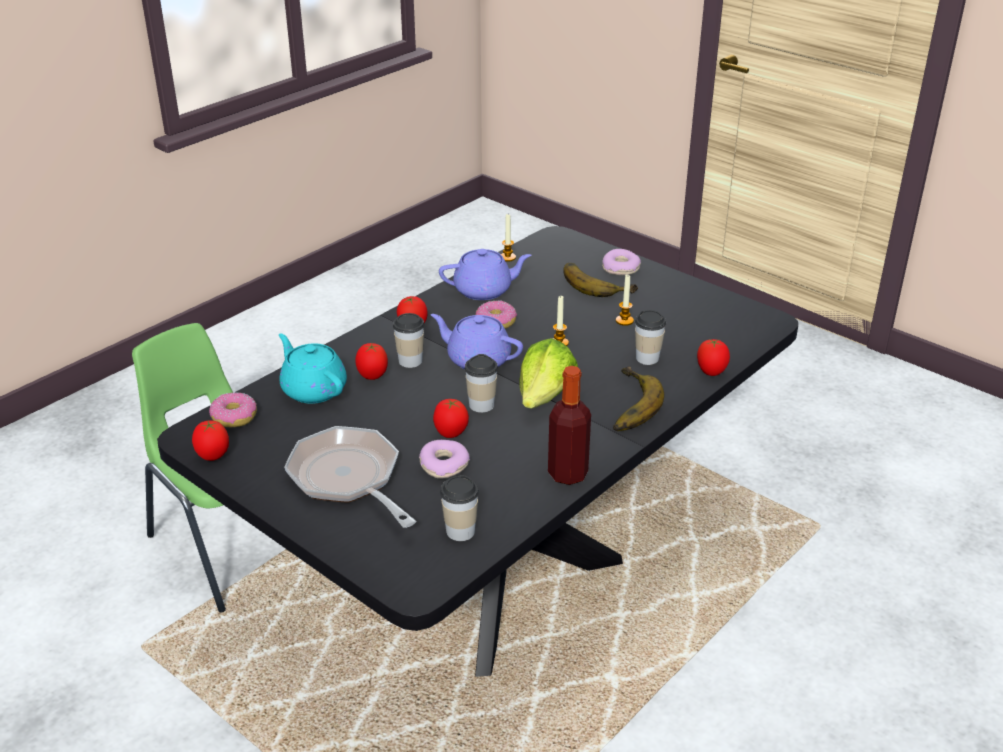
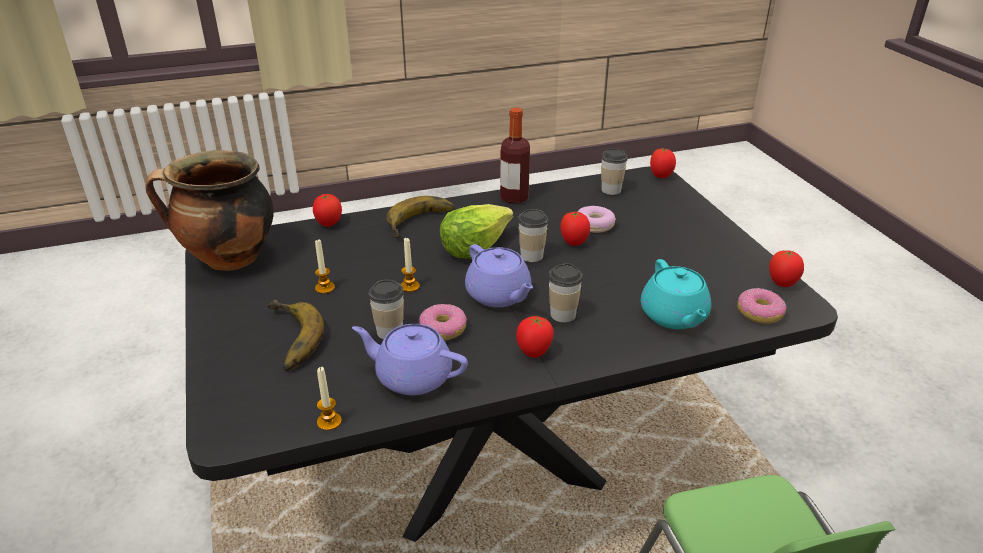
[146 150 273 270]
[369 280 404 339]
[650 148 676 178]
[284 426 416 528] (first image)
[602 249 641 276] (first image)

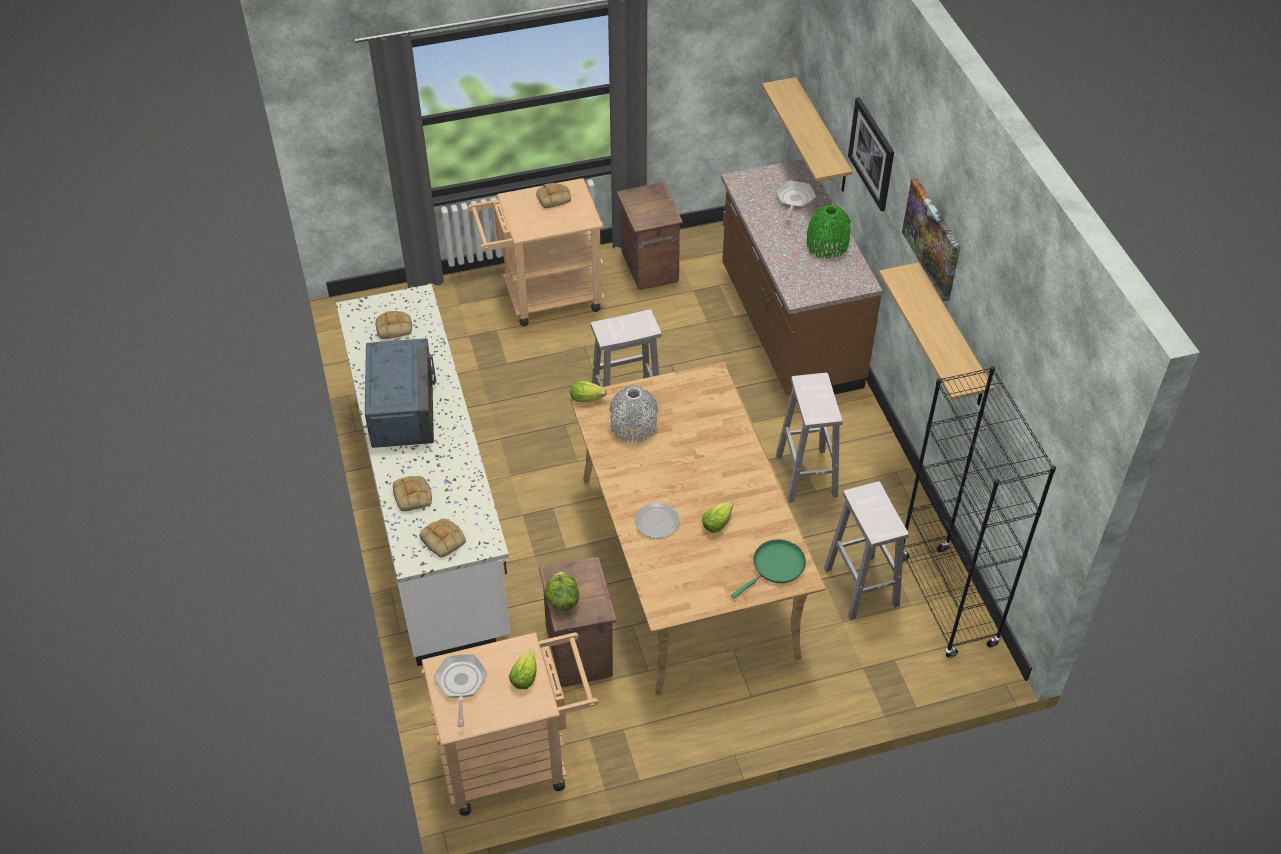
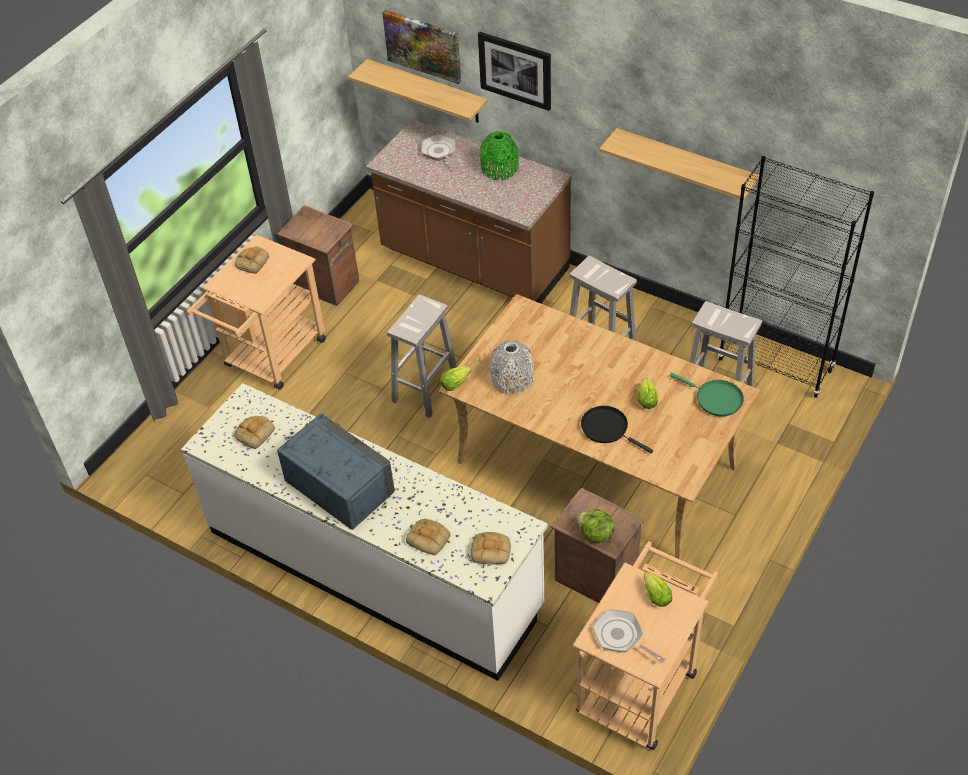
[382 10 461 84]
[581 406 653 453]
[670 373 744 416]

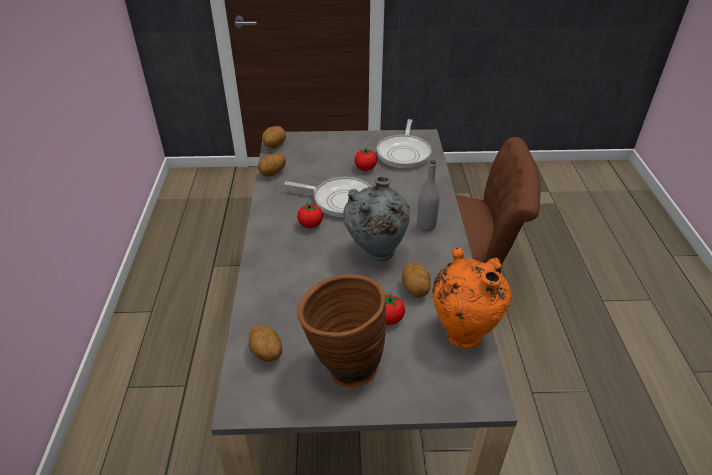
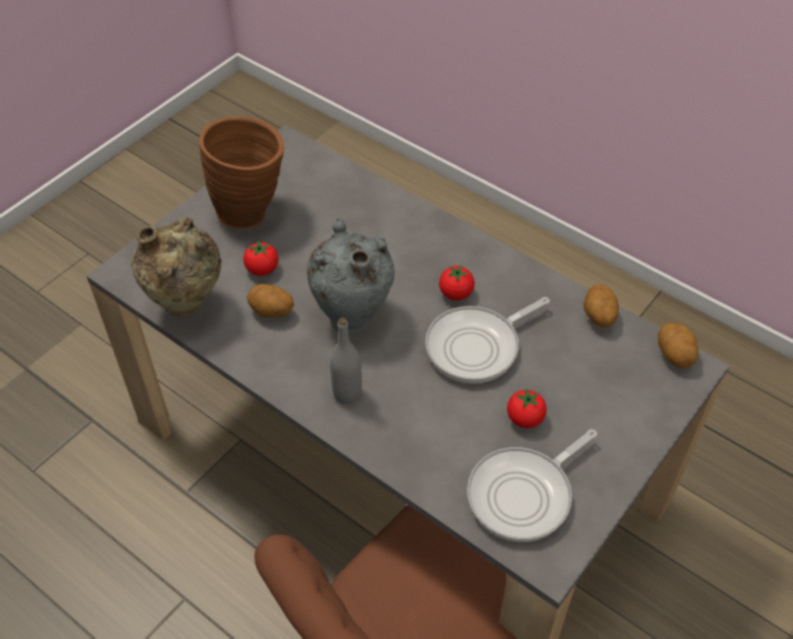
[131 217 221 317]
[467 429 597 542]
[249 325 282 362] (first image)

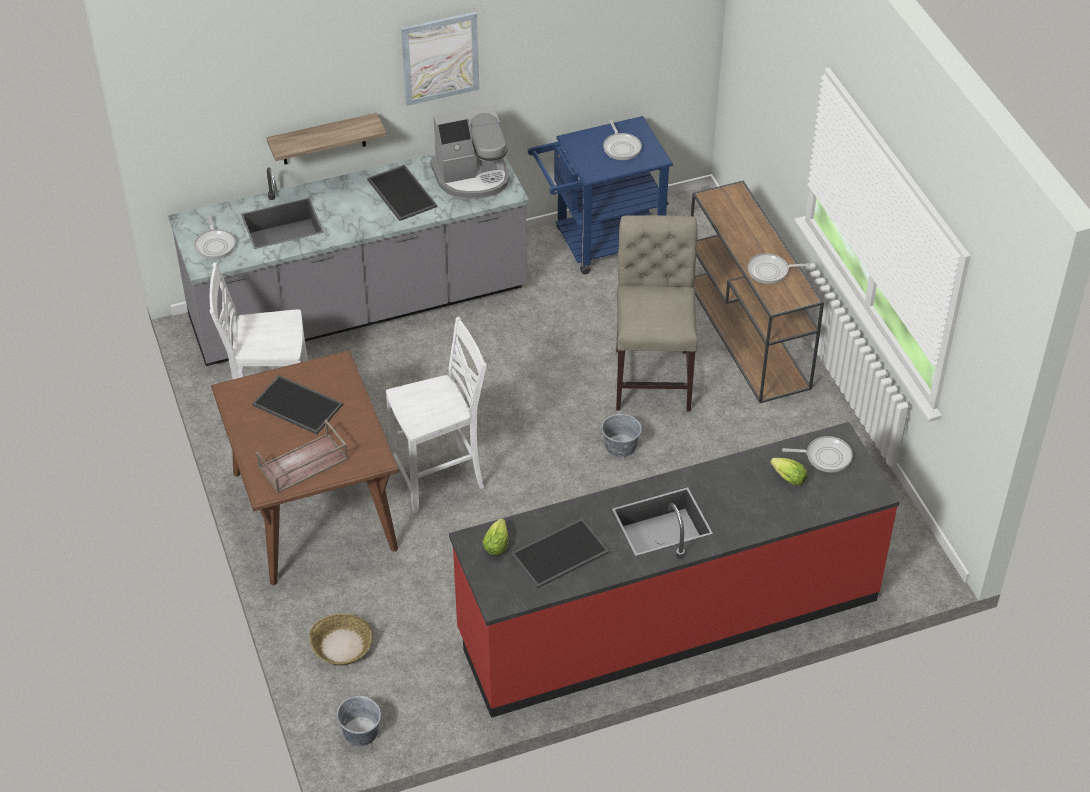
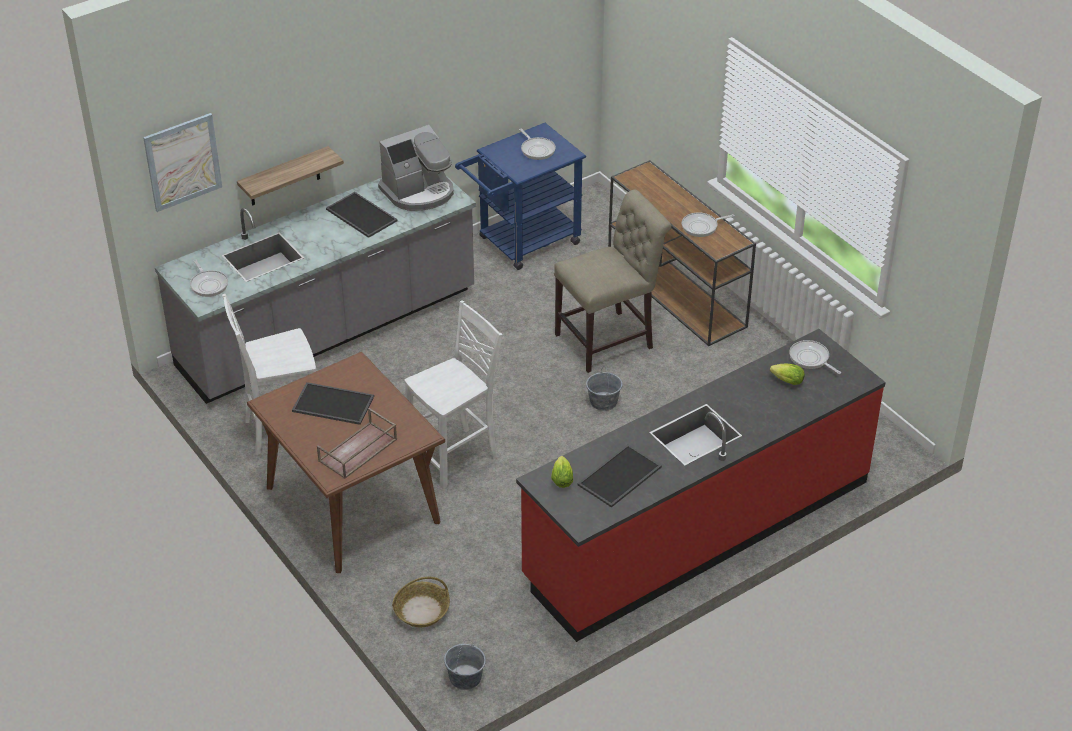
[143 113 222 212]
[554 189 671 373]
[789 340 841 374]

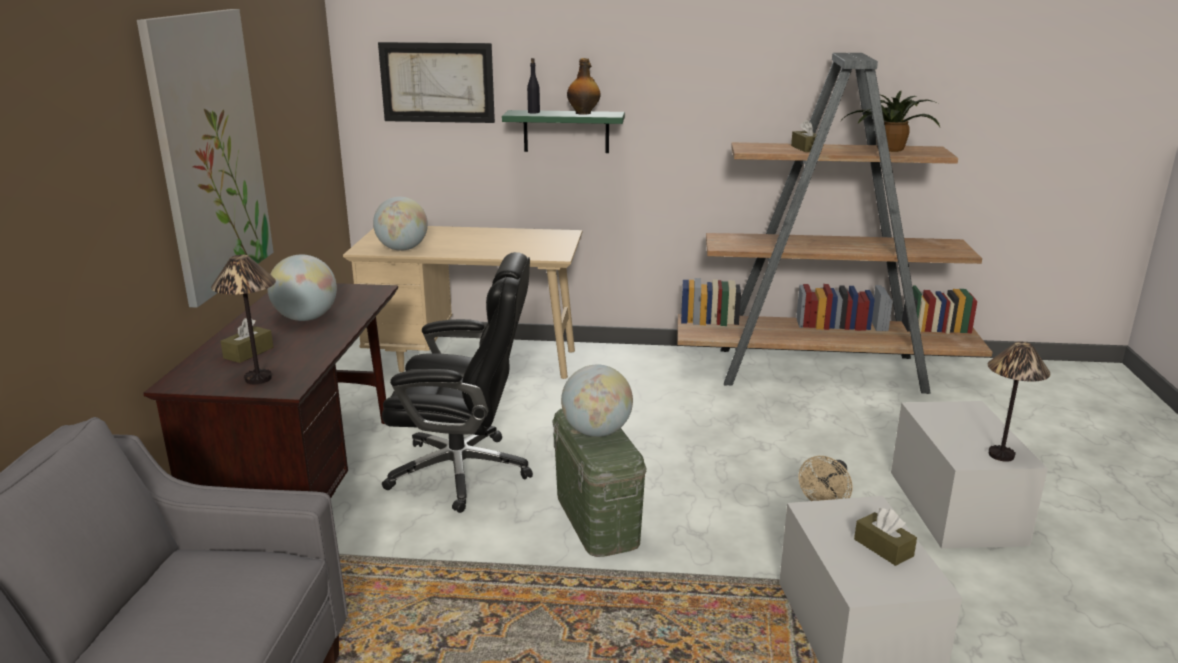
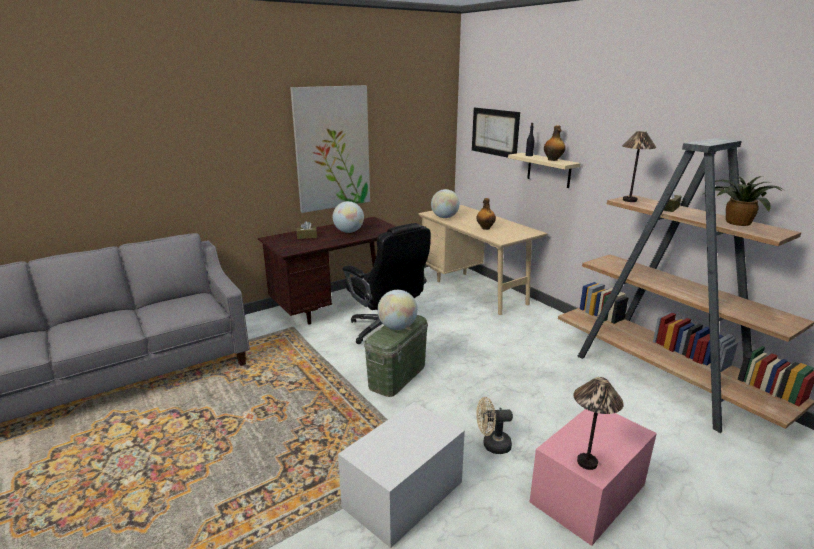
[476 198 496 230]
[508 153 581 188]
[530 409 657 546]
[622 131 657 202]
[854 508 917 566] (first image)

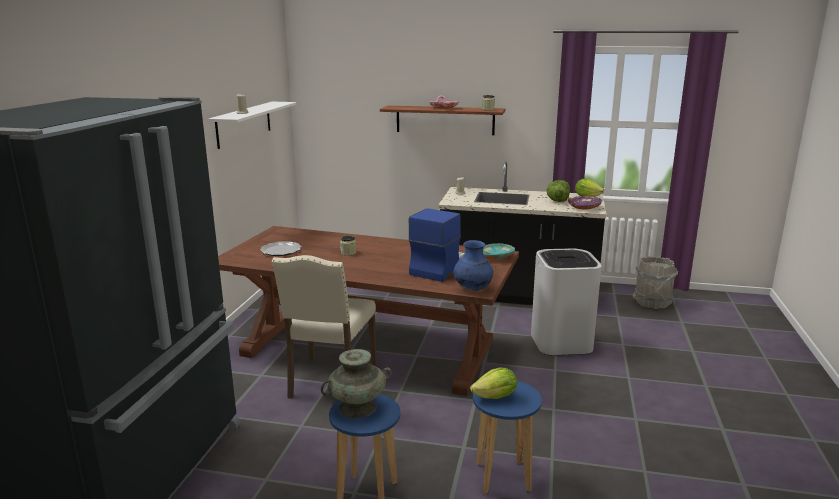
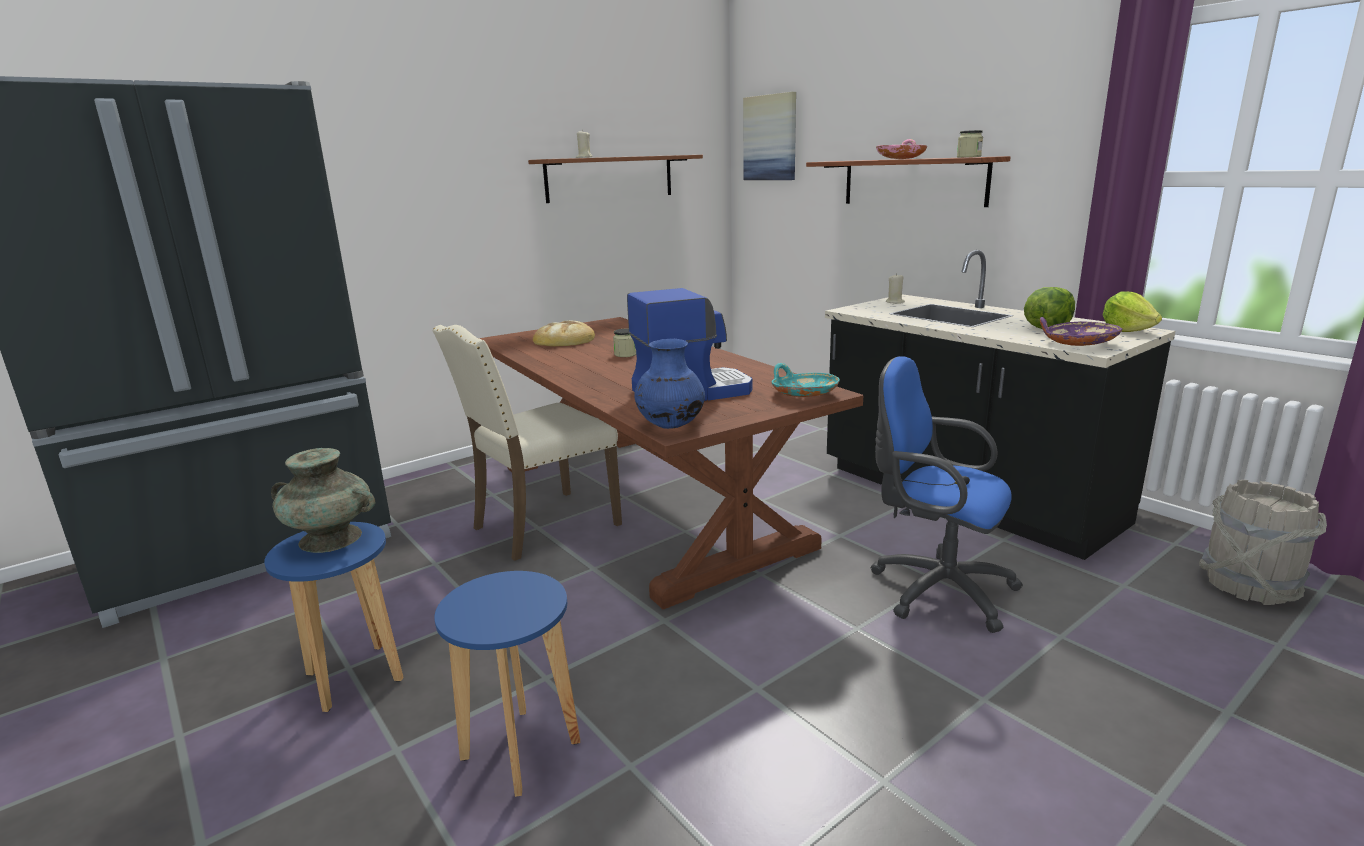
[528 155 703 203]
[533 320 595 347]
[743 92 796 180]
[870 356 1023 633]
[470 368 517 399] (first image)

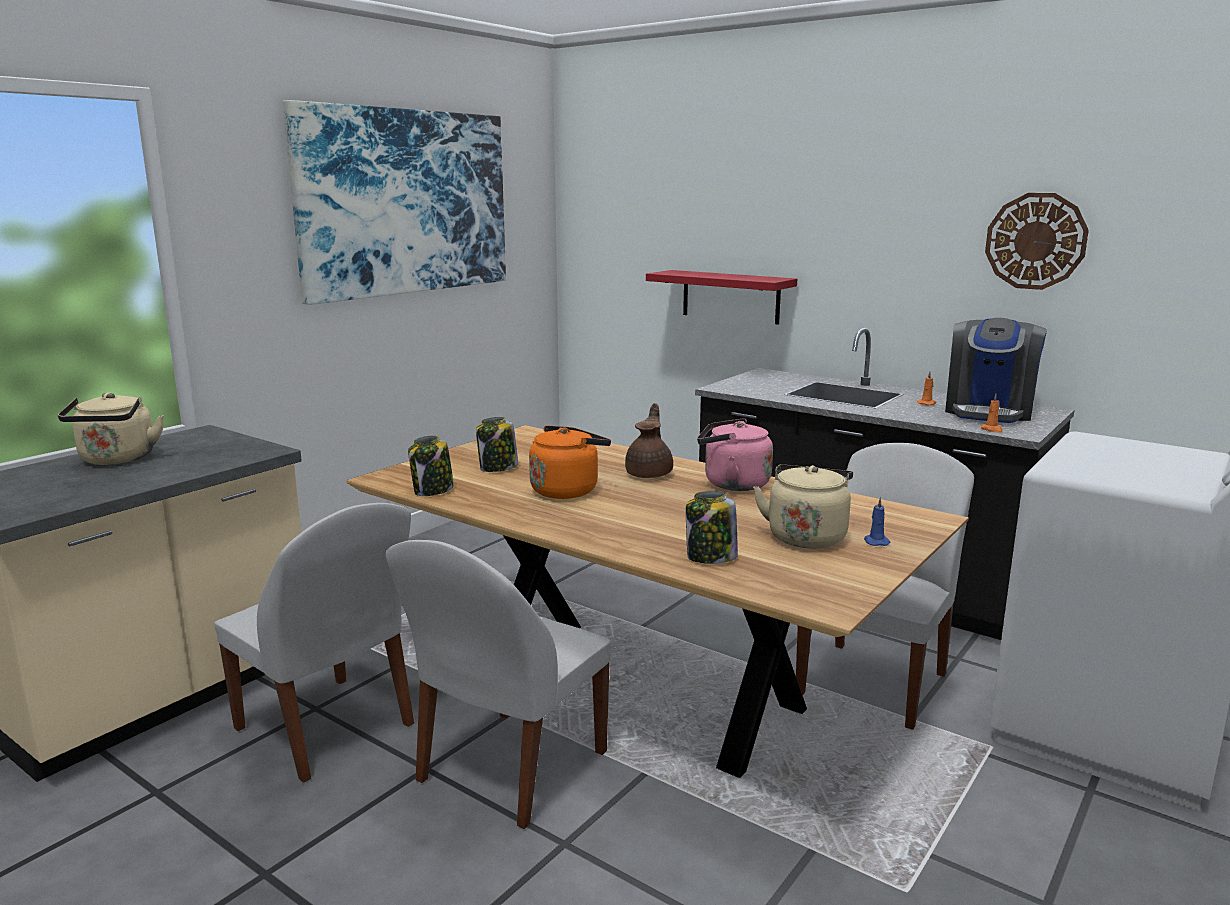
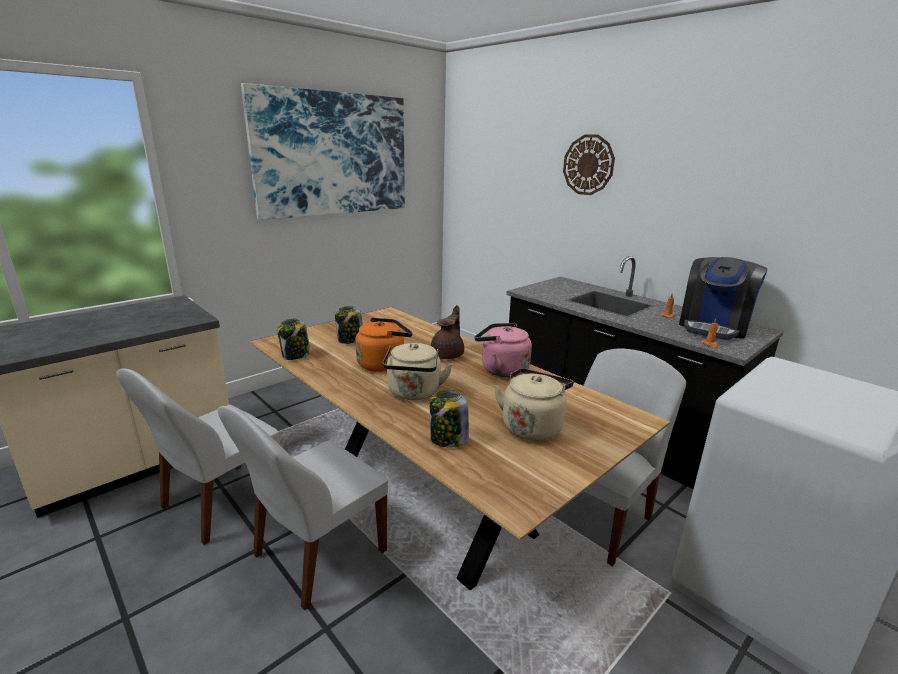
[116 368 280 545]
[382 343 453 400]
[563 135 615 195]
[646 270 797 325] (first image)
[864 497 890 546] (first image)

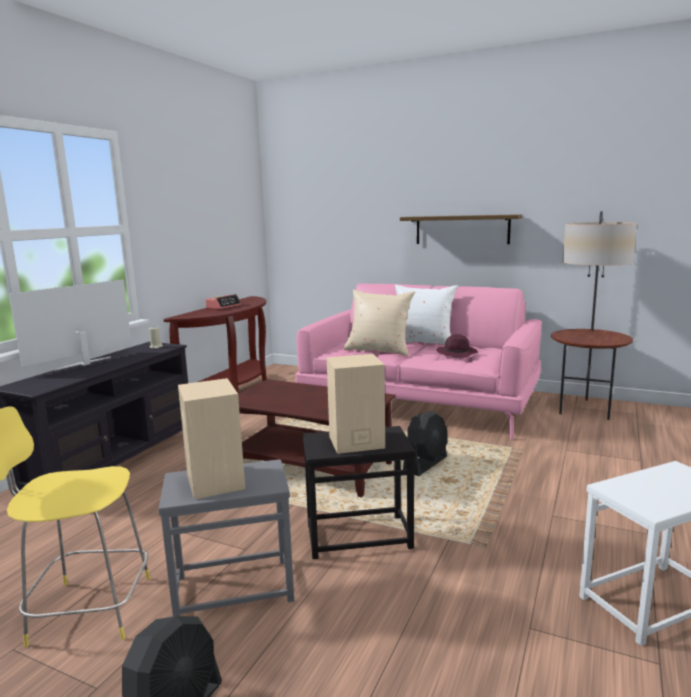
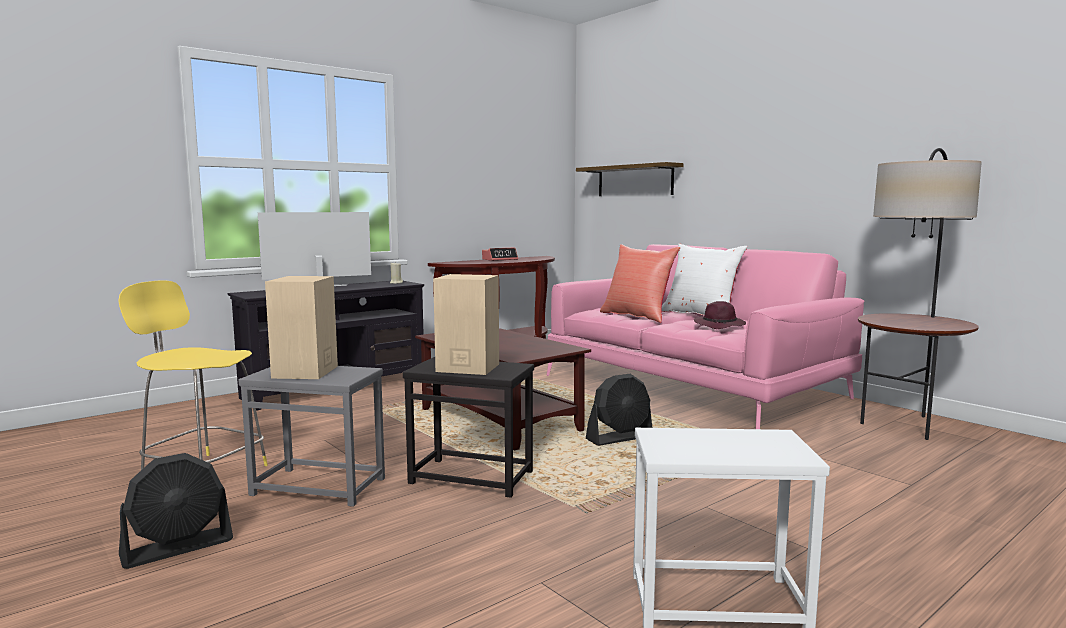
[576 162 684 196]
[600 244 680 323]

